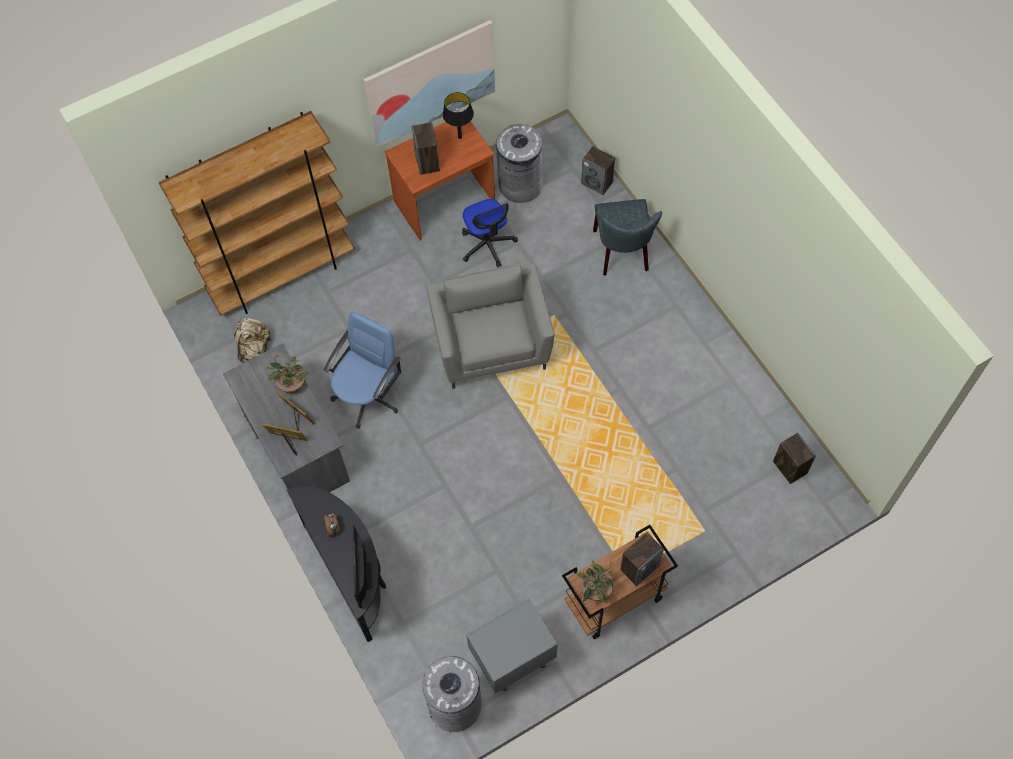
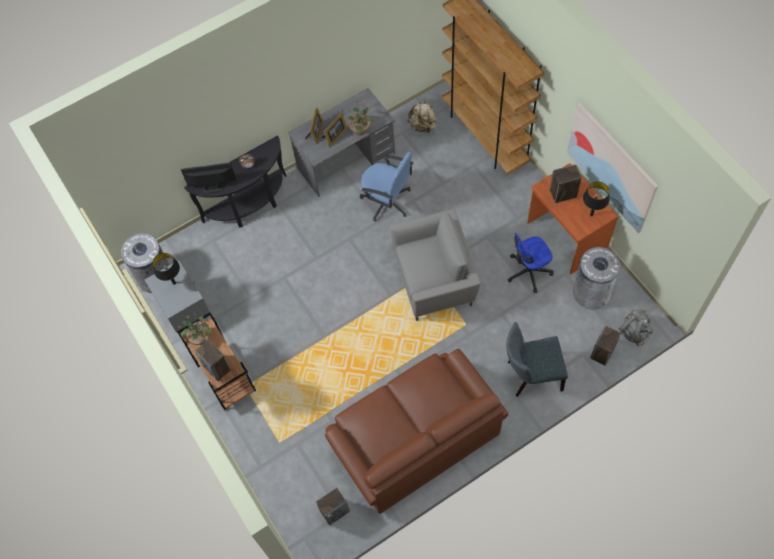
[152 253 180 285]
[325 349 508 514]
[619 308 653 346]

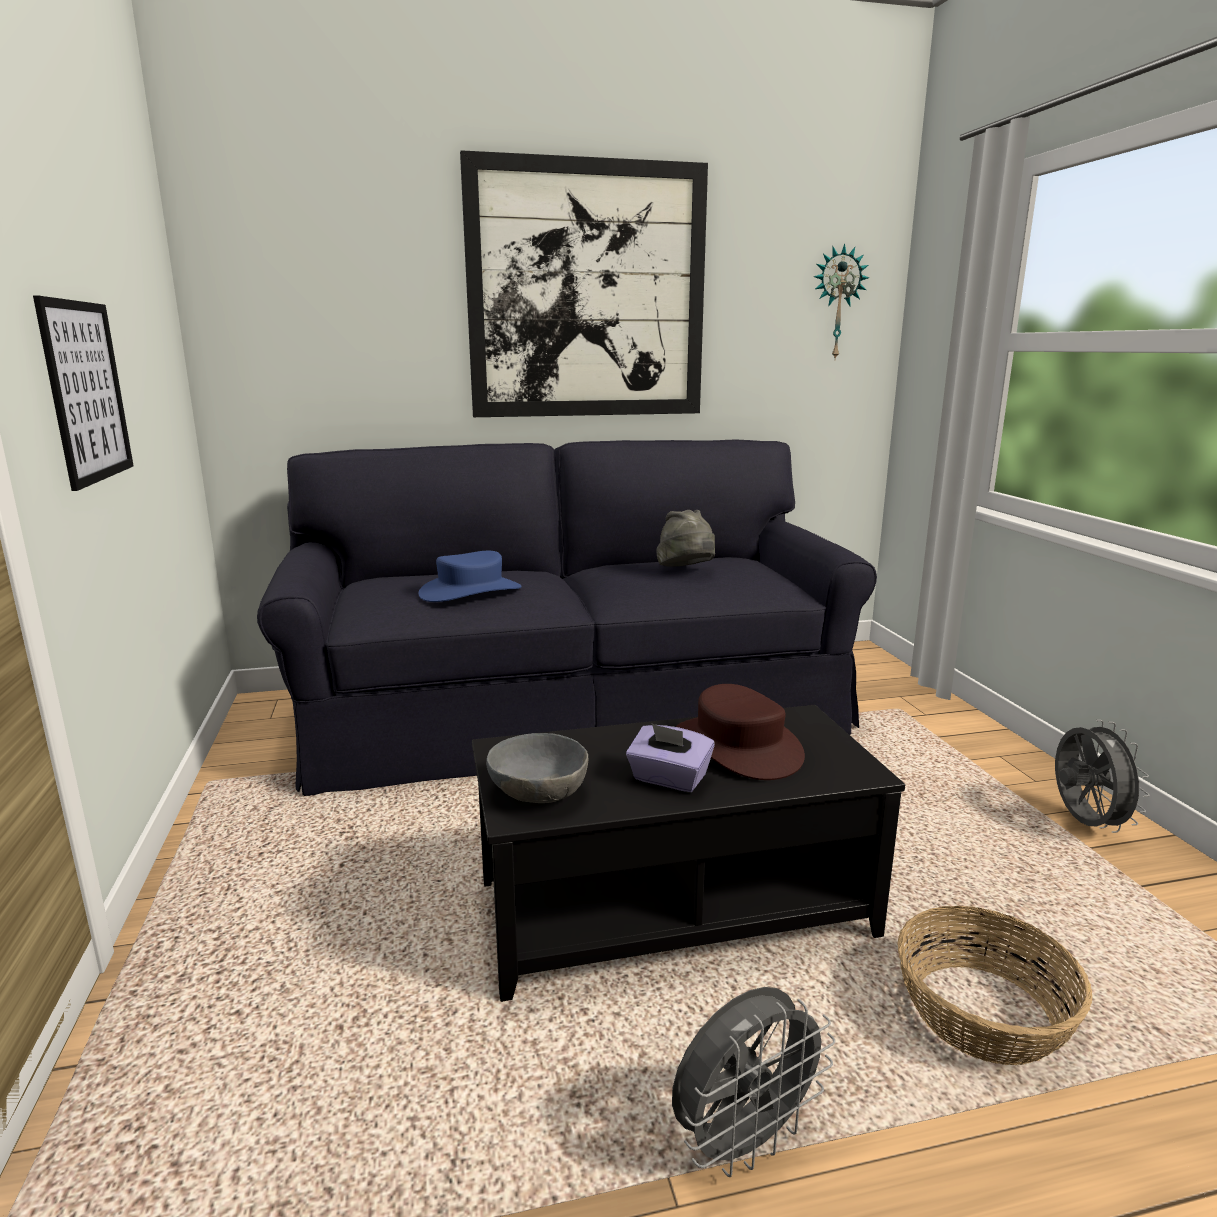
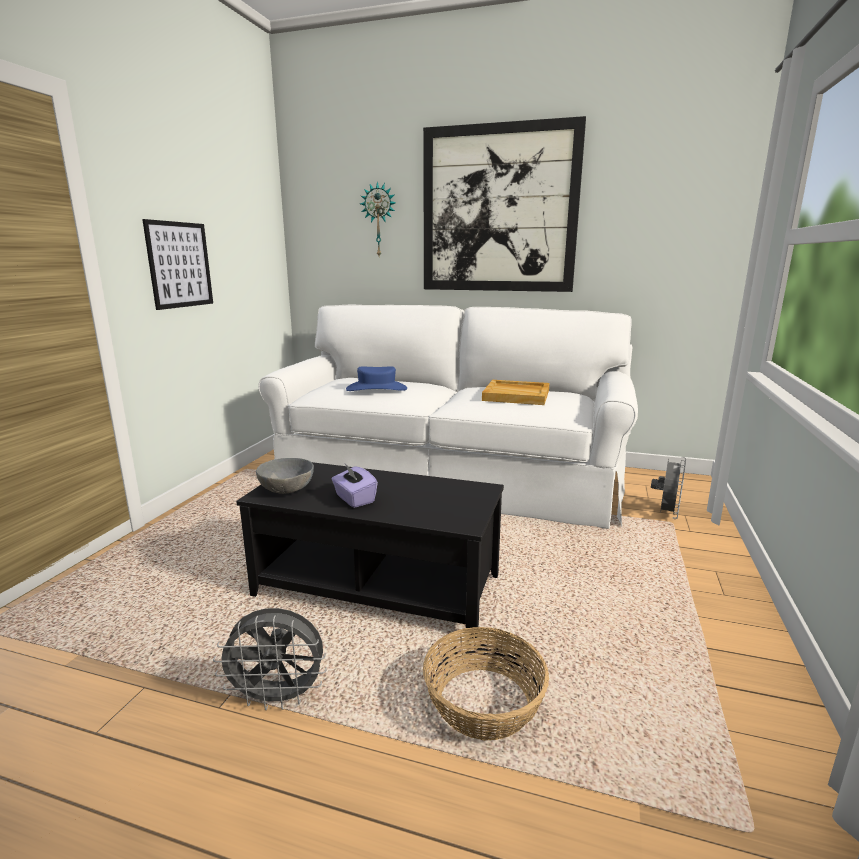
[258 304 638 529]
[360 181 396 256]
[482 380 549 405]
[651 457 686 519]
[676 684 805 780] (first image)

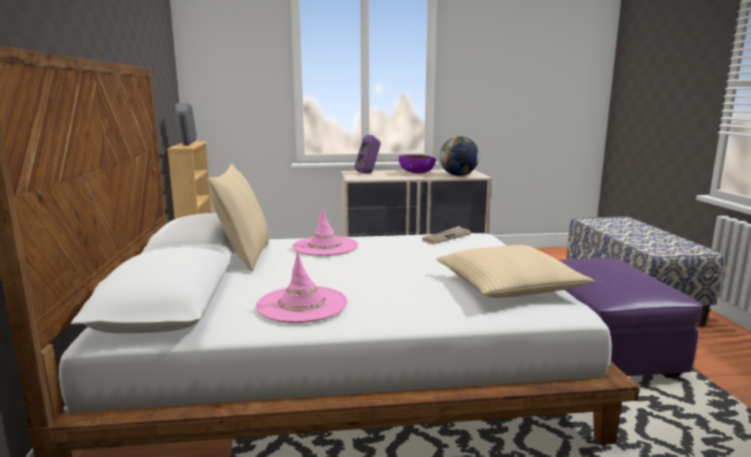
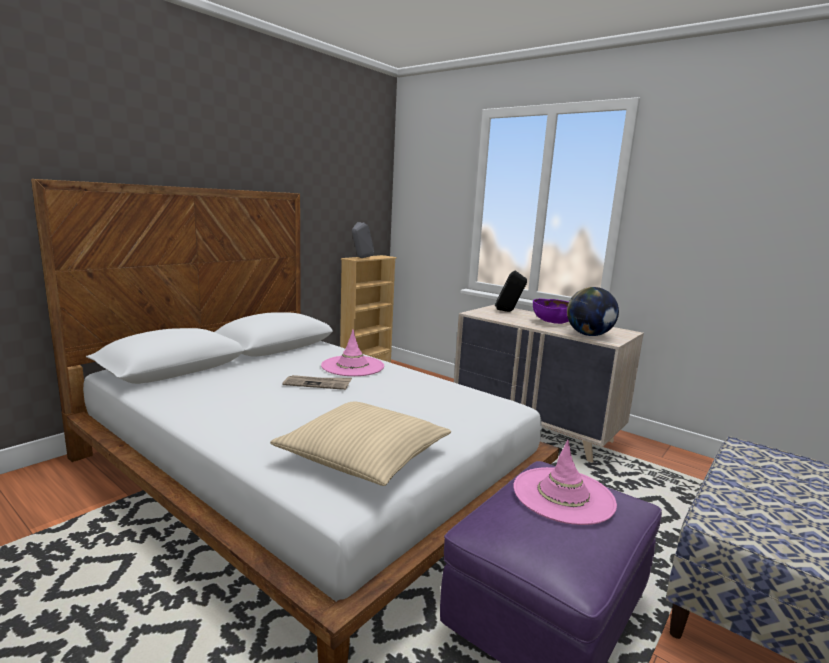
[282 375 352 390]
[495 271 527 312]
[514 440 617 525]
[207 164 269 271] (first image)

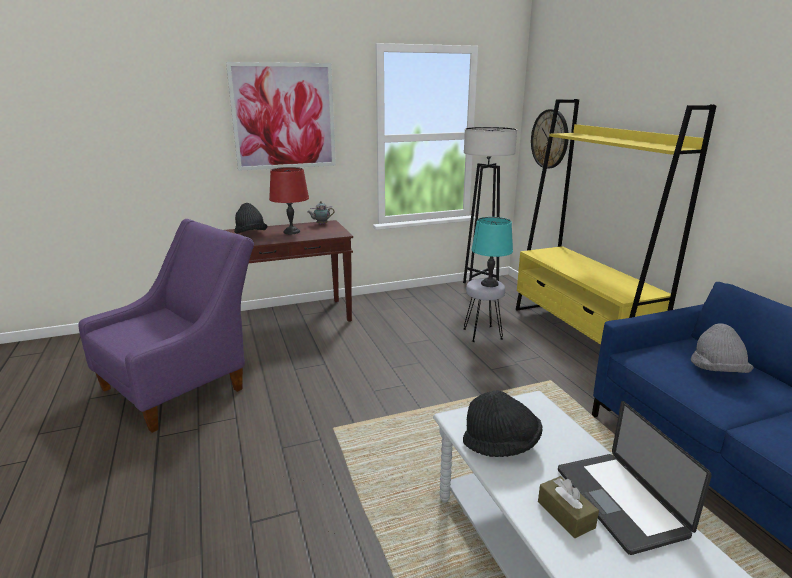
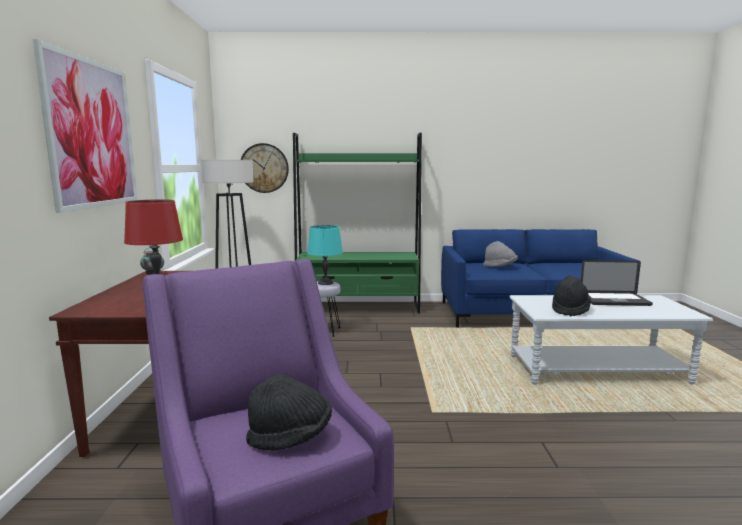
[246 374 332 451]
[293 133 422 314]
[538 476 599 538] (first image)

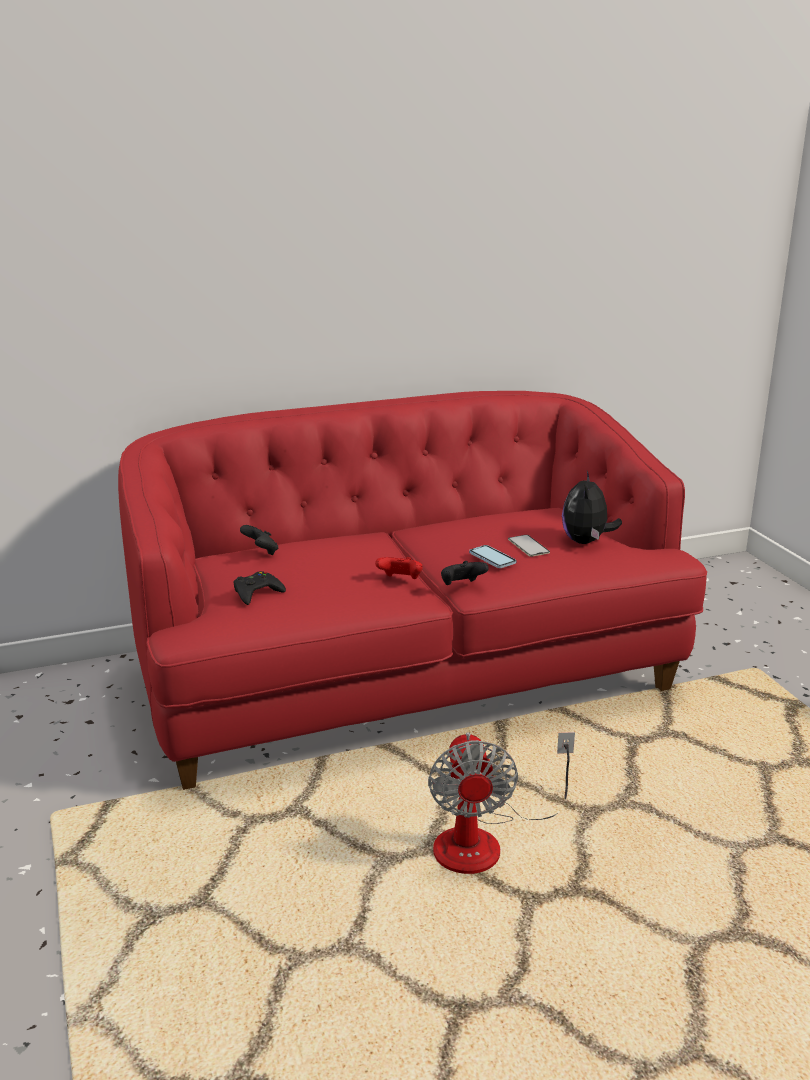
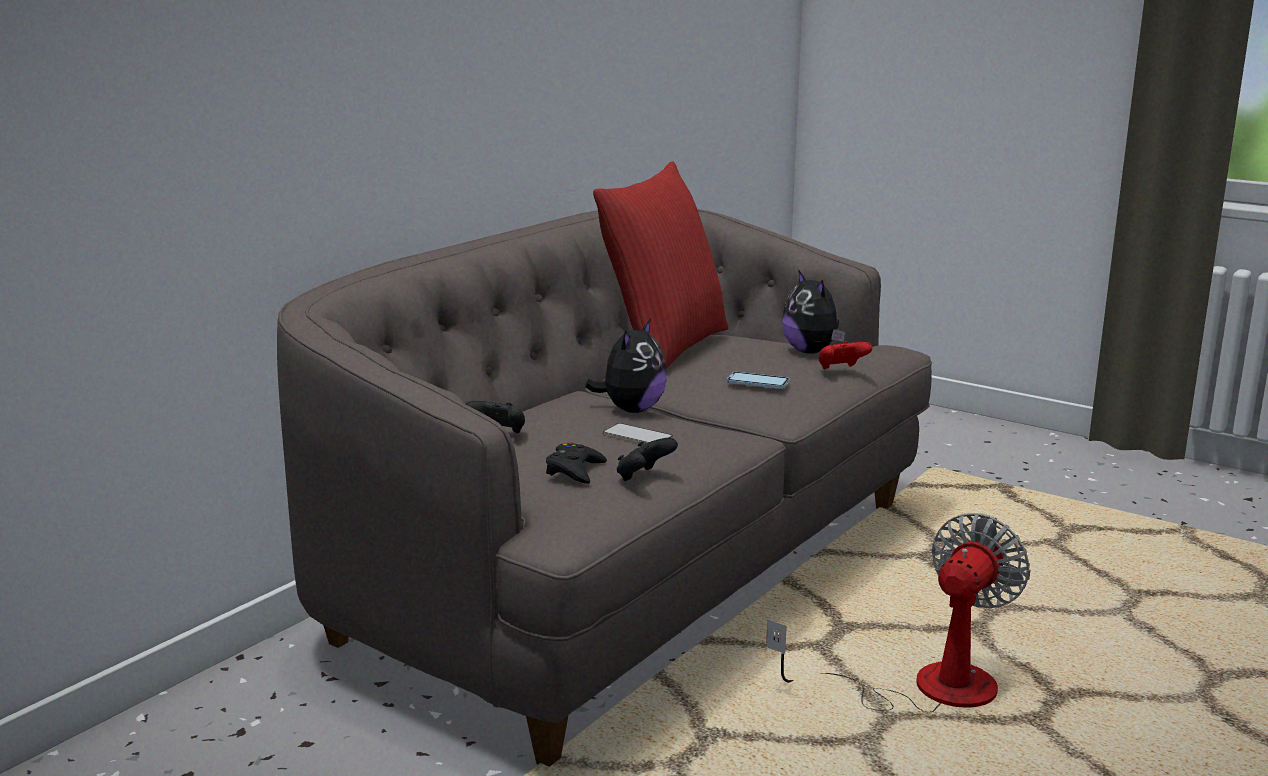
[277 209 932 767]
[585 318 667 413]
[593 162 728 368]
[603 423 673 444]
[617 438 678 481]
[766 513 1030 713]
[819 342 872 369]

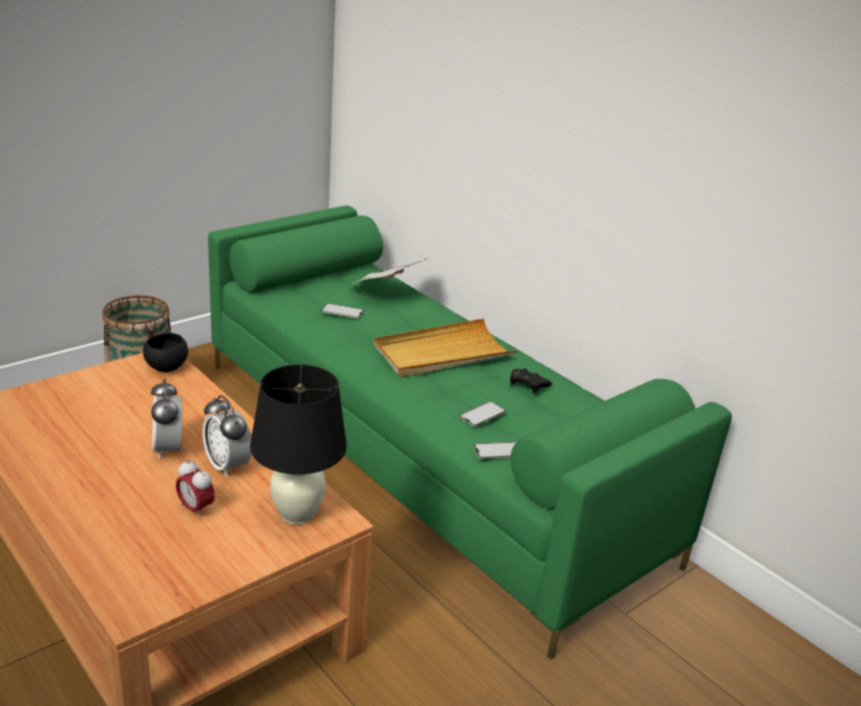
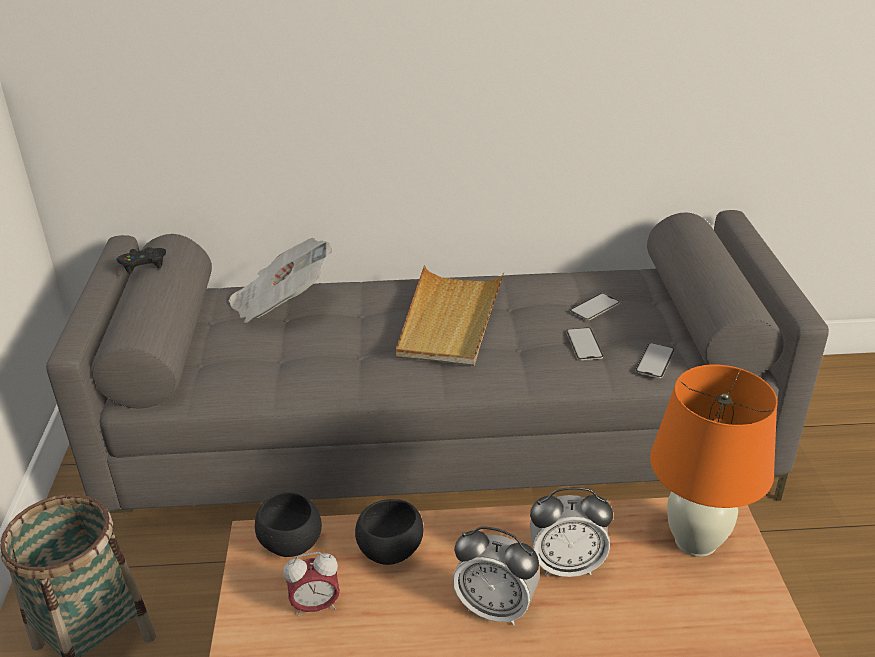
[46 210 829 513]
[116 247 166 274]
[283 552 340 617]
[355 499 423 565]
[570 293 620 321]
[650 364 778 557]

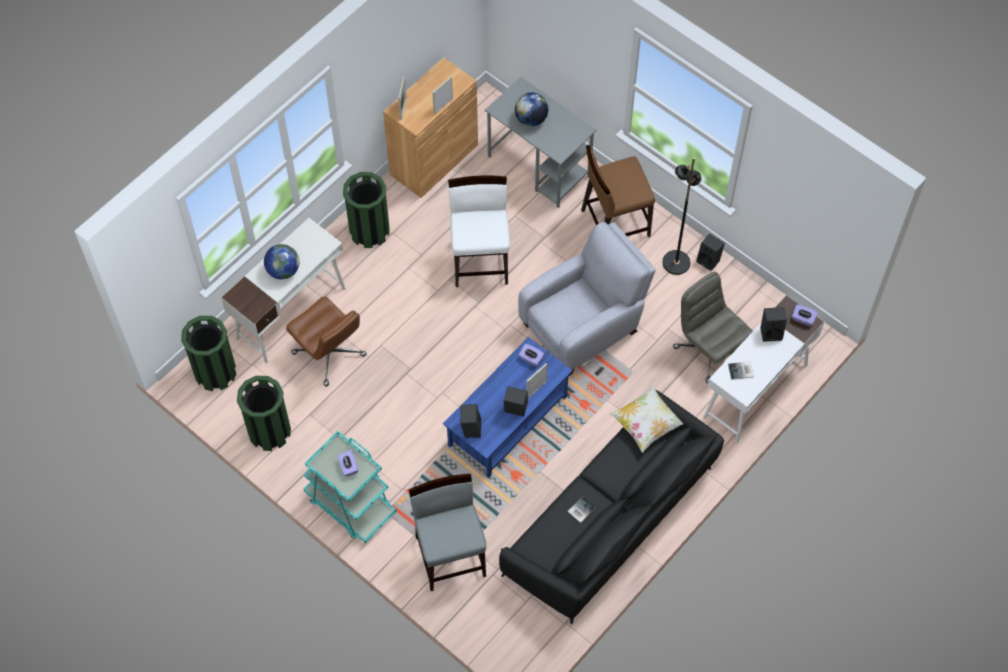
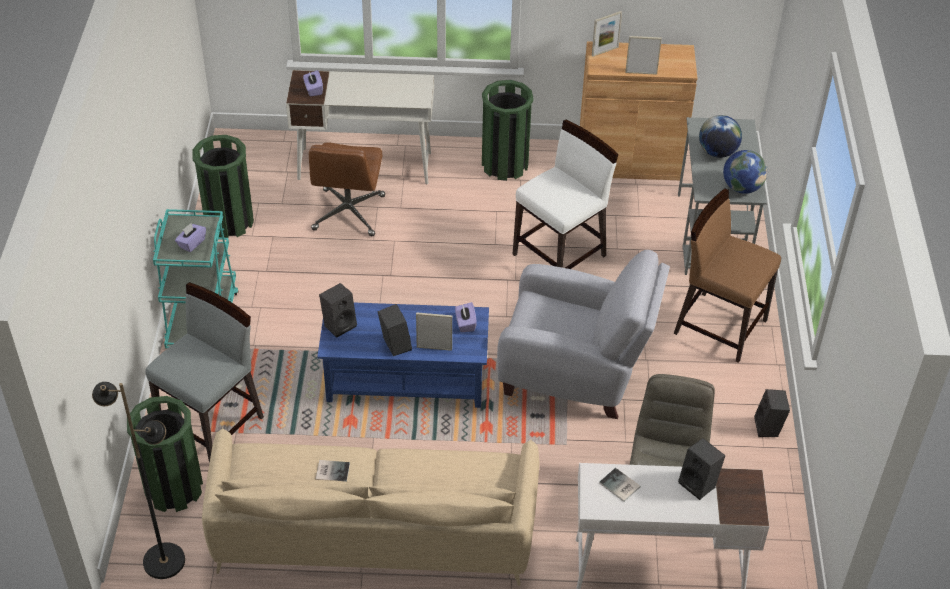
[92 382 185 579]
[127 396 203 512]
[202 427 539 586]
[303 70 323 97]
[723 150 767 194]
[609 385 683 453] (first image)

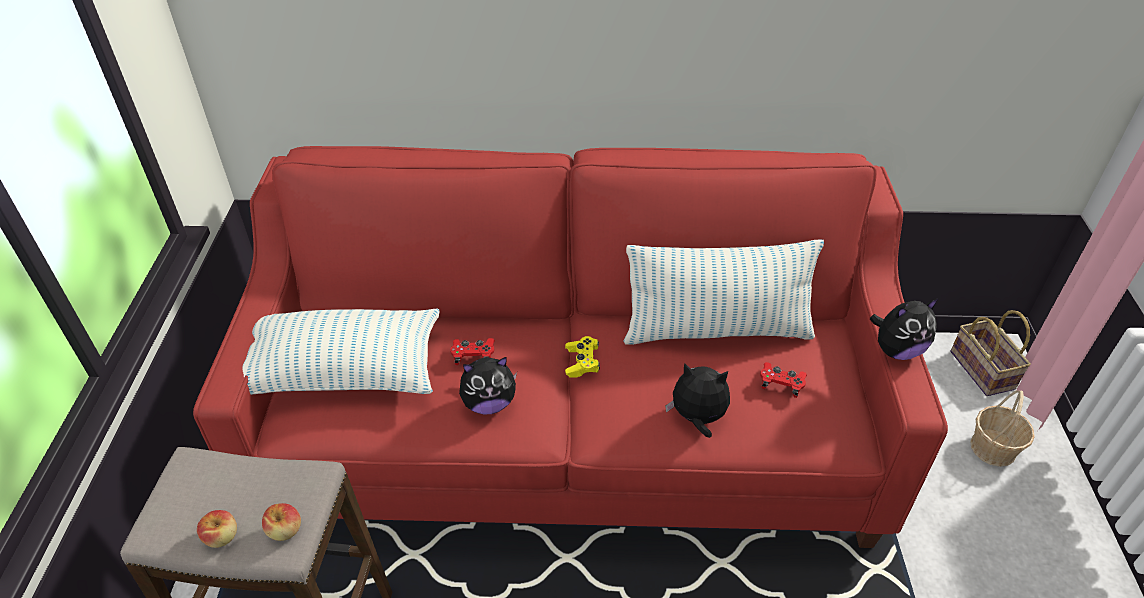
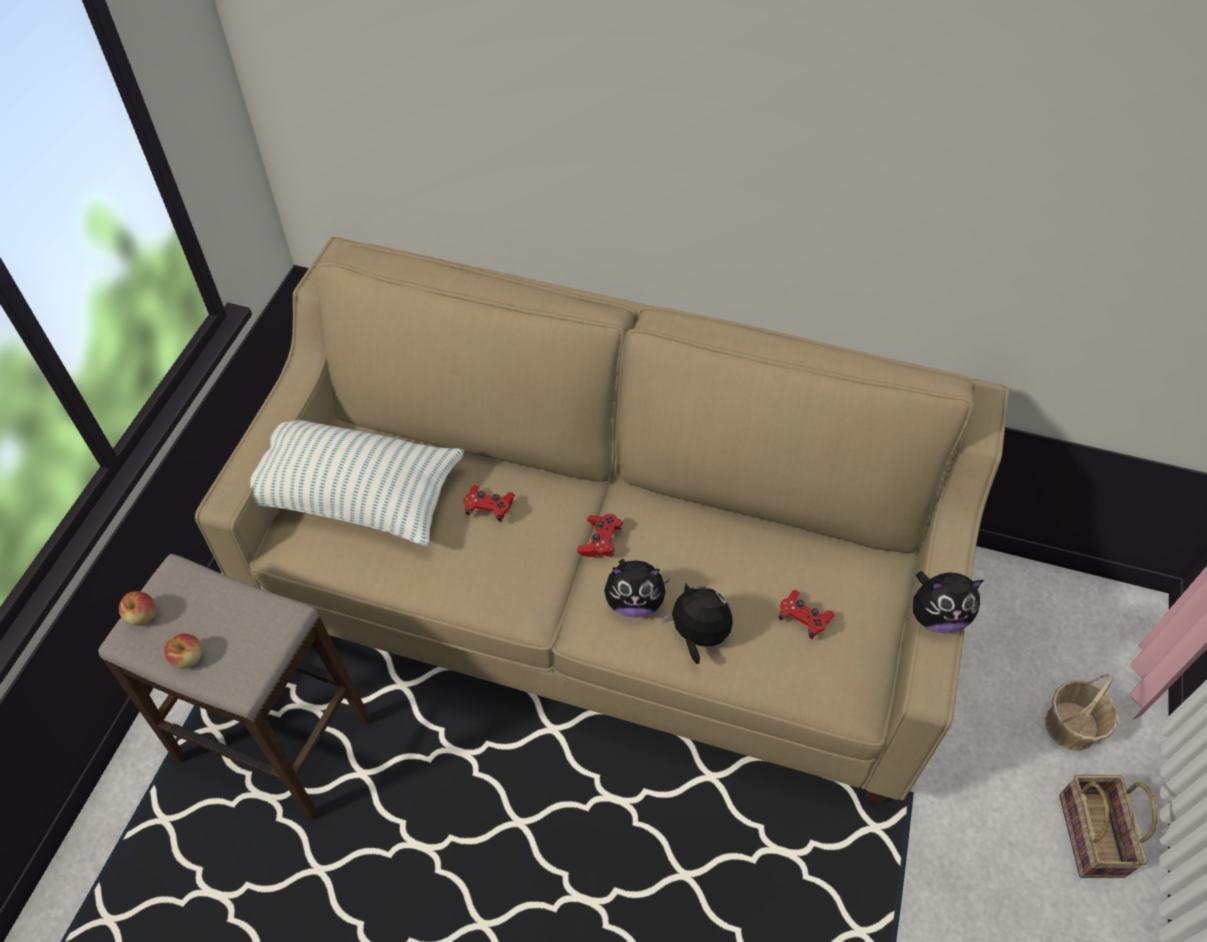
[119 591 156 626]
[195 237 1009 804]
[577 514 623 557]
[604 559 671 618]
[1059 775 1157 878]
[623 240 824 345] (first image)

